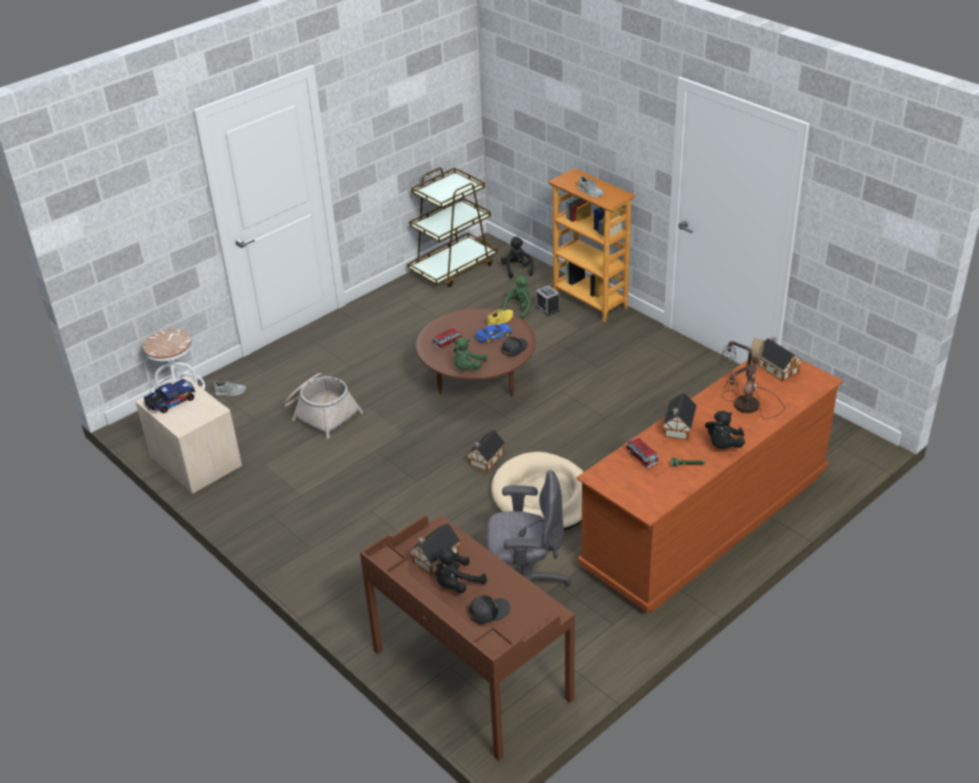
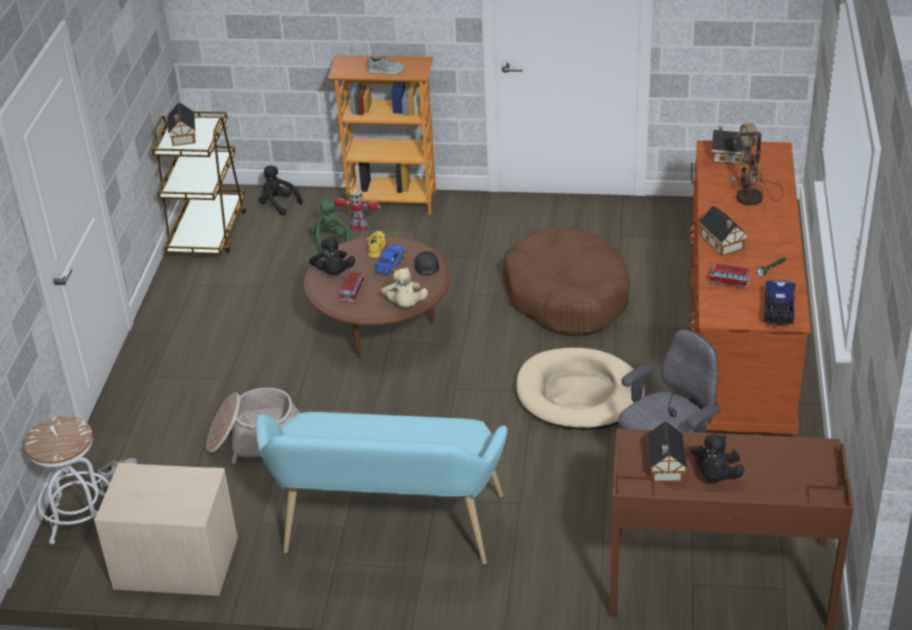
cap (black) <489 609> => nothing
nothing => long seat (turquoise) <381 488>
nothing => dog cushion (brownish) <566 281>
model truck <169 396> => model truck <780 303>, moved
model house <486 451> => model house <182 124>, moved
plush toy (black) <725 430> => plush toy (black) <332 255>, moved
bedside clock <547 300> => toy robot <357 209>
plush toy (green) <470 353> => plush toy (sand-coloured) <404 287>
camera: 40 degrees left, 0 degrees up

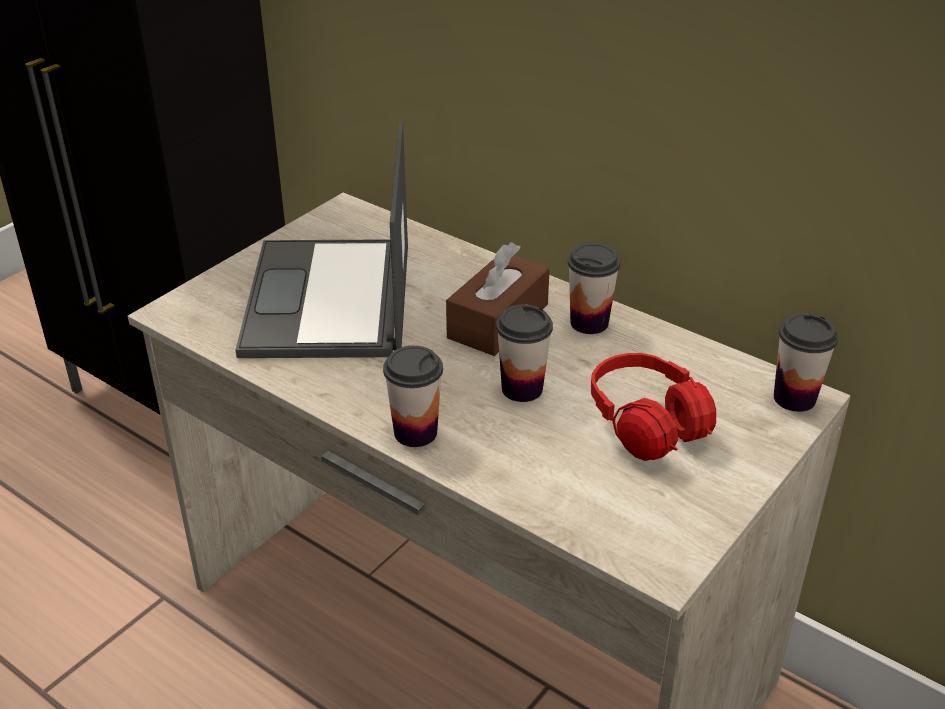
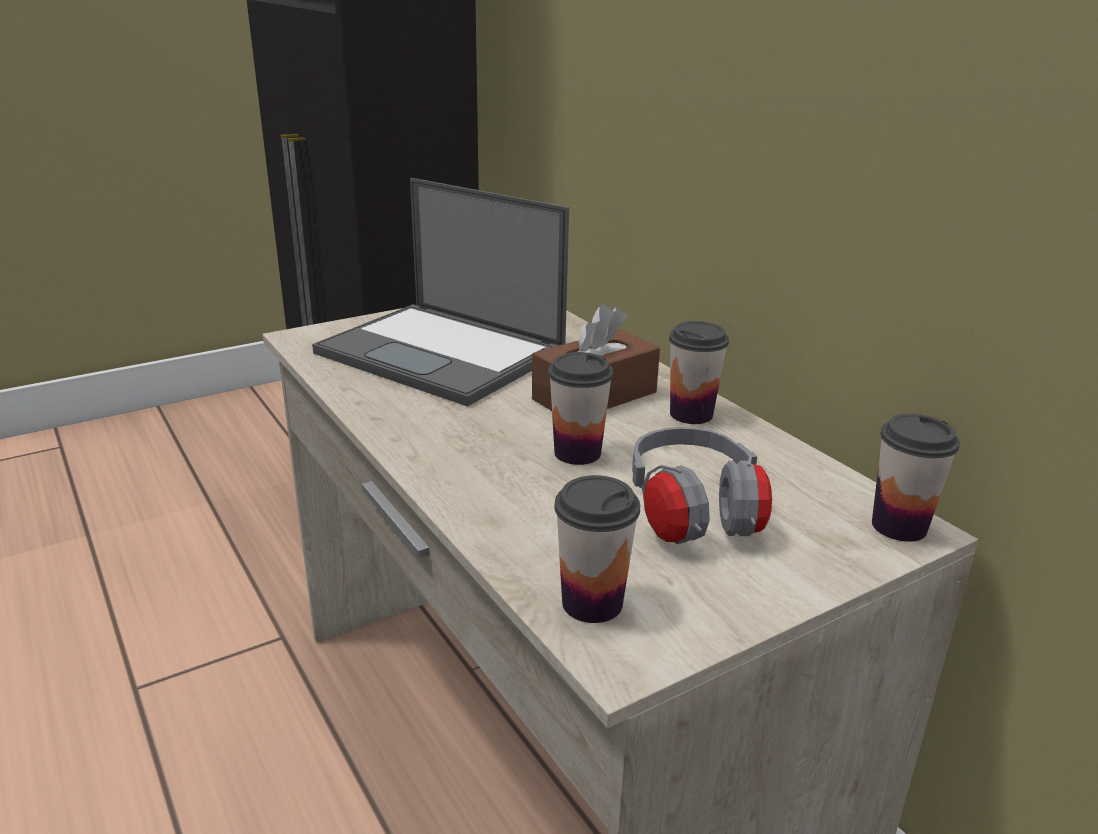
small cup <413 396> => small cup <597 549>, moved
pair of headphones (red-coloured) <653 407> => pair of headphones (gray) <702 485>
portable computer <321 240> => portable computer <440 292>, 75 degrees counterclockwise
camera: 20 degrees right, 10 degrees down

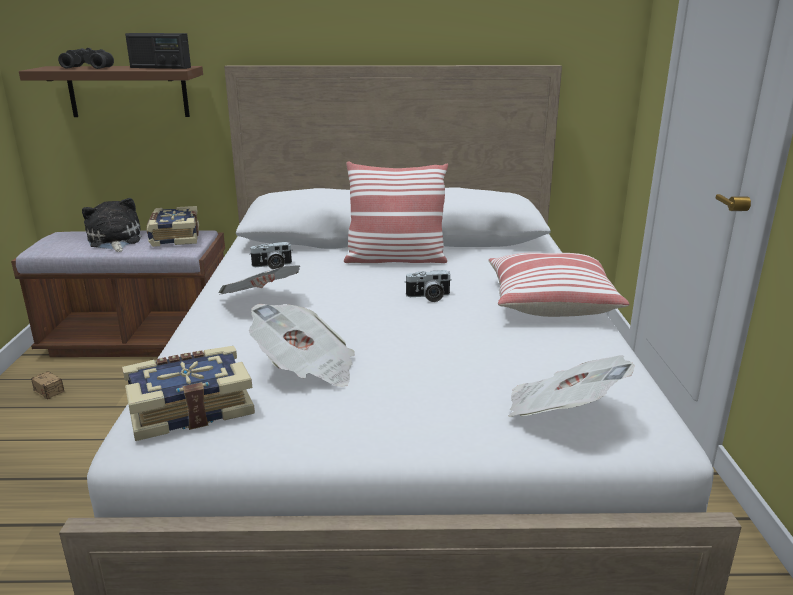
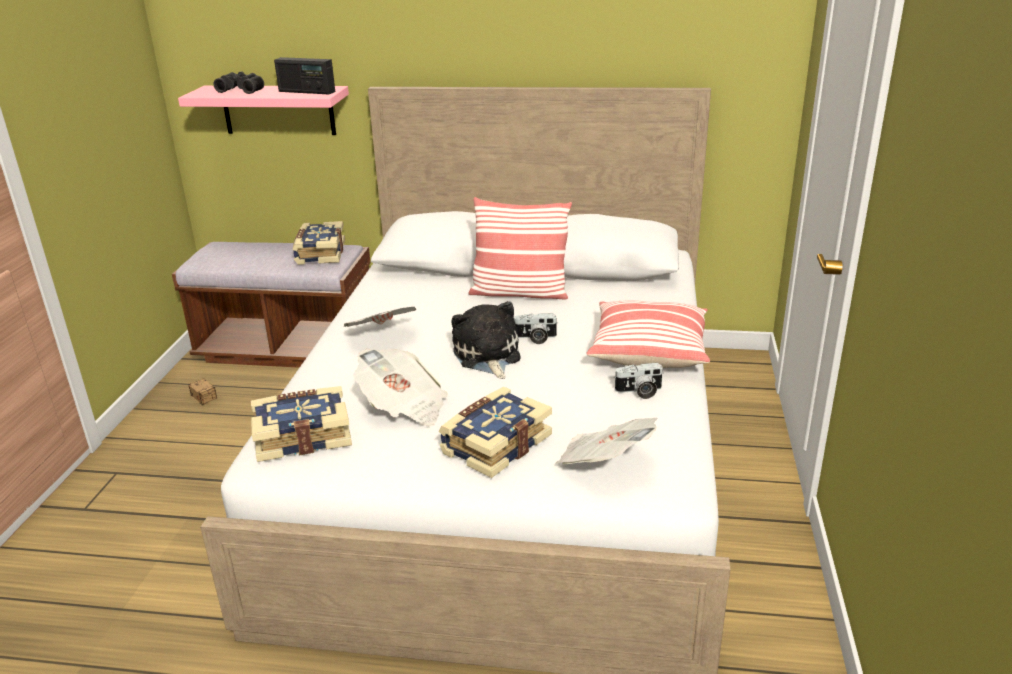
nothing => book <495 432>
plush toy <111 225> => plush toy <485 340>, moved
photo camera <271 255> => photo camera <639 381>, moved
bracket shelf (brownish) <111 91> => bracket shelf (pinkish) <263 110>
camera: 10 degrees right, 5 degrees up

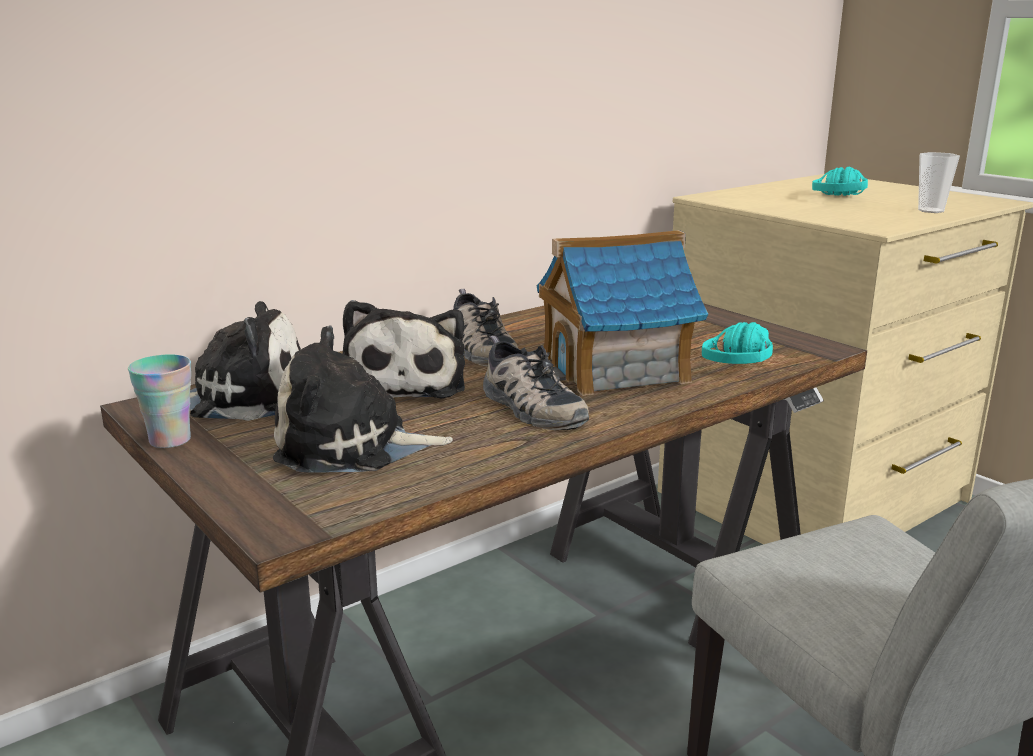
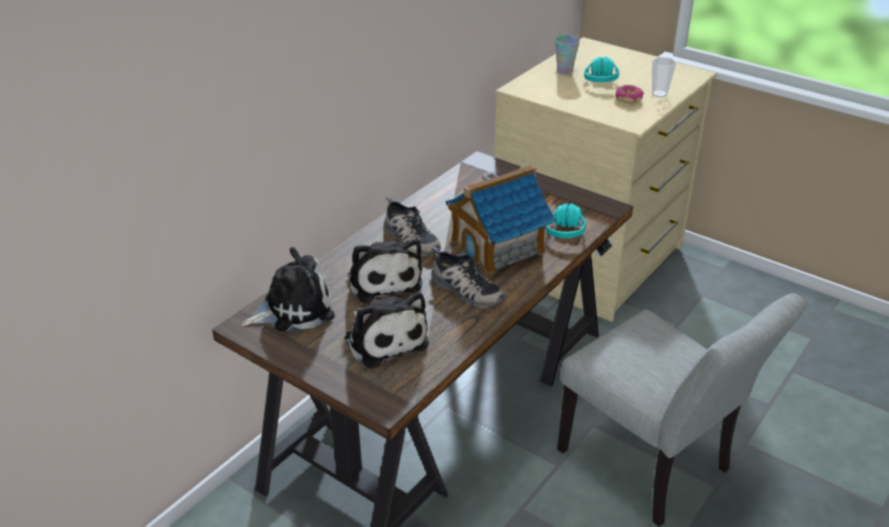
nothing => ring doughnut <630 94>
small cup <159 401> => small cup <567 55>, moved
plush toy <363 399> => plush toy <387 330>, 105 degrees counterclockwise
camera: 15 degrees left, 15 degrees up

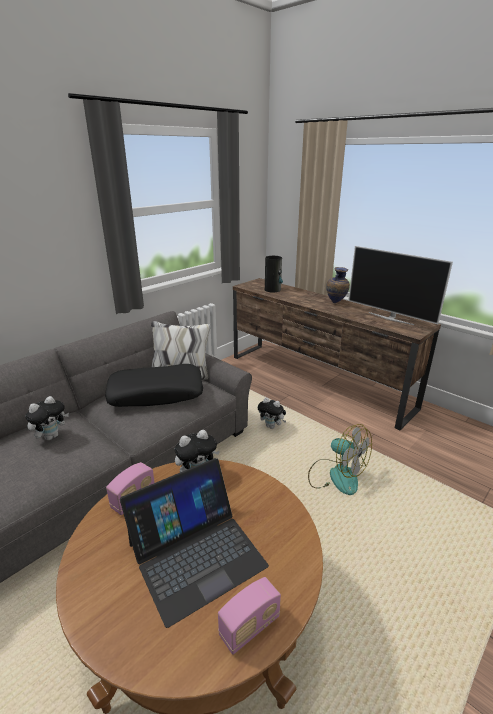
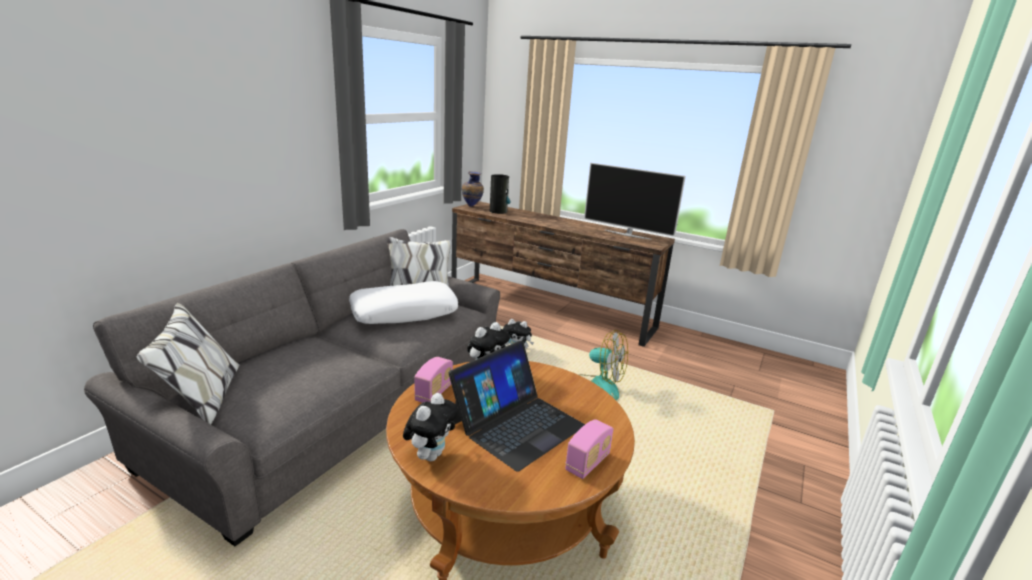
plush toy <47 418> => plush toy <430 427>, moved
vase <338 285> => vase <473 189>, moved
pillow (black) <154 385> => pillow (white) <403 302>
camera: 15 degrees left, 5 degrees down

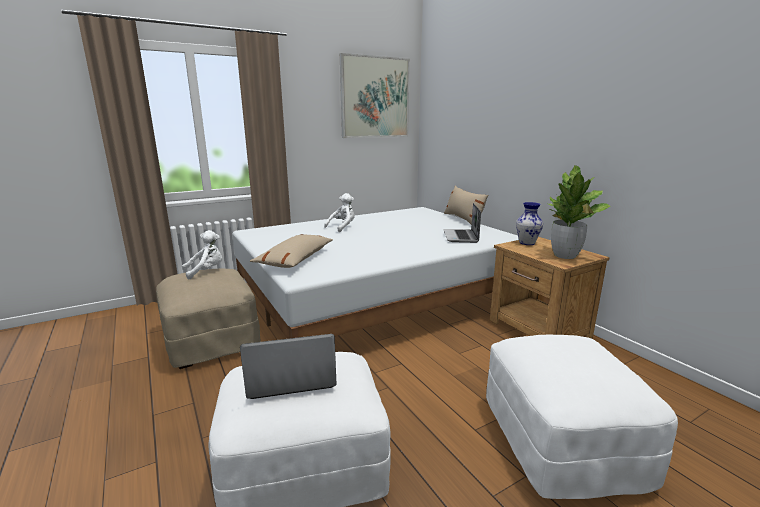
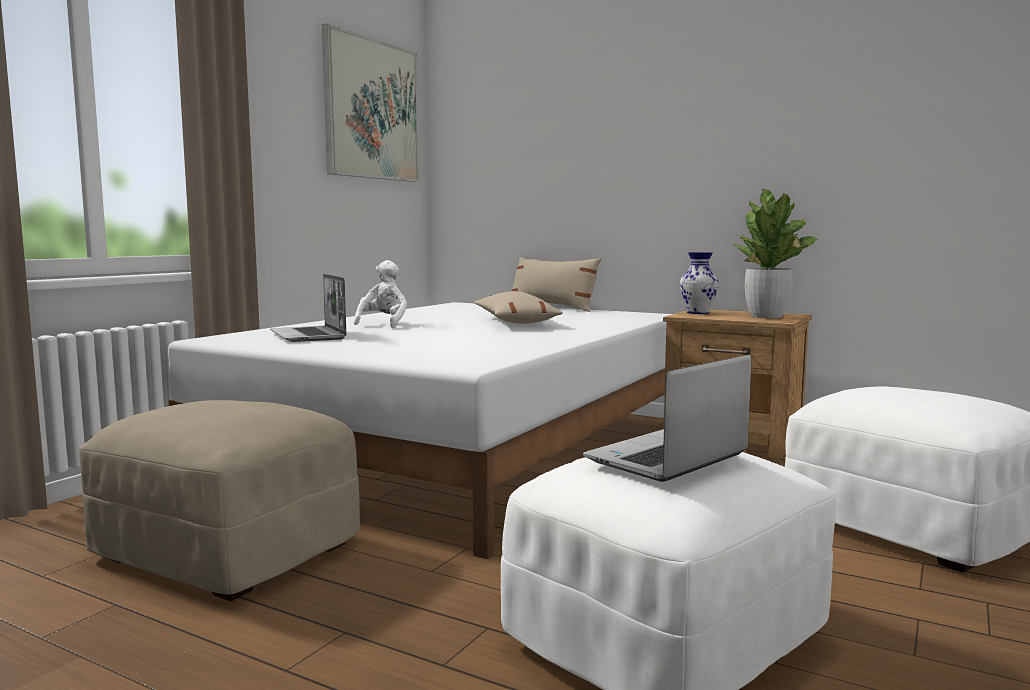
plush toy (white) <202 254> => nothing
pillow (sand-coloured) <291 251> => pillow (sand-coloured) <518 307>, moved
portable computer <462 223> => portable computer <308 308>, moved
camera: 30 degrees left, 10 degrees down

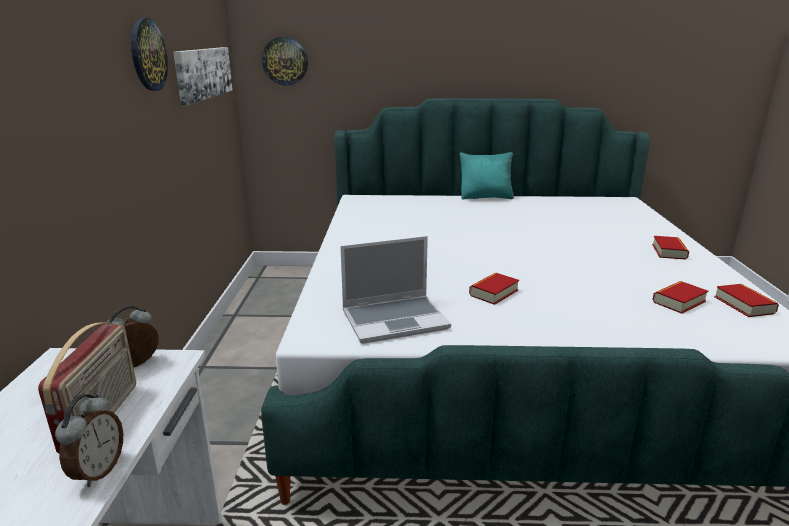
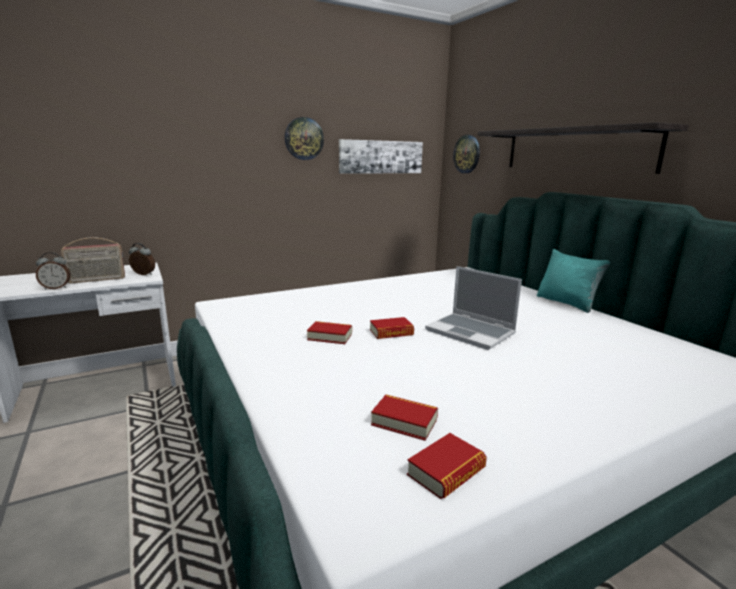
nothing => bracket shelf <583 148>
portable computer <395 290> => portable computer <473 308>, moved
book <670 248> => book <392 328>, moved
camera: 60 degrees right, 5 degrees down

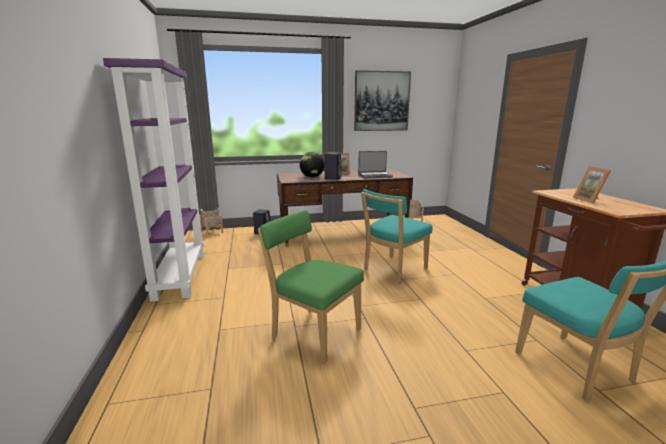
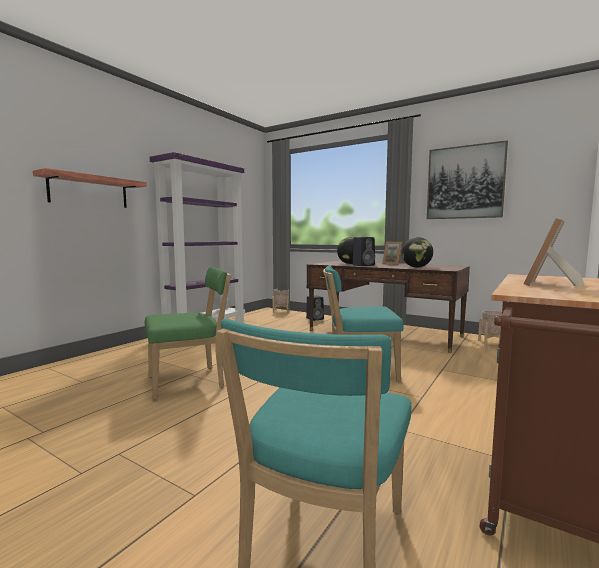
nothing => bracket shelf <90 188>
portable computer <375 164> => globe <417 252>
upright chair (green) <311 286> => upright chair (green) <188 333>, 75 degrees clockwise
camera: 45 degrees right, 10 degrees down

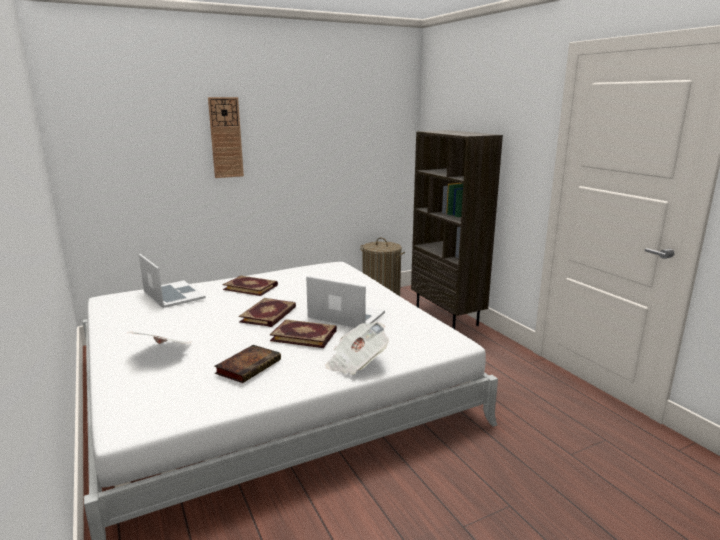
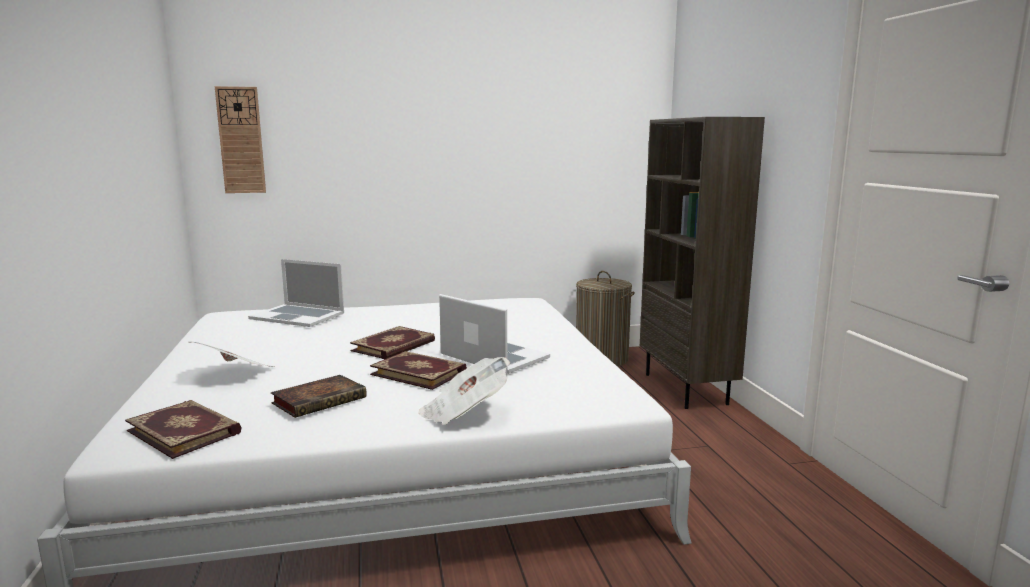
hanging clock <226 137> => hanging clock <240 139>, moved
book <250 285> => book <183 429>, moved
portable computer <172 281> => portable computer <296 293>, 135 degrees clockwise
camera: 15 degrees right, 5 degrees down

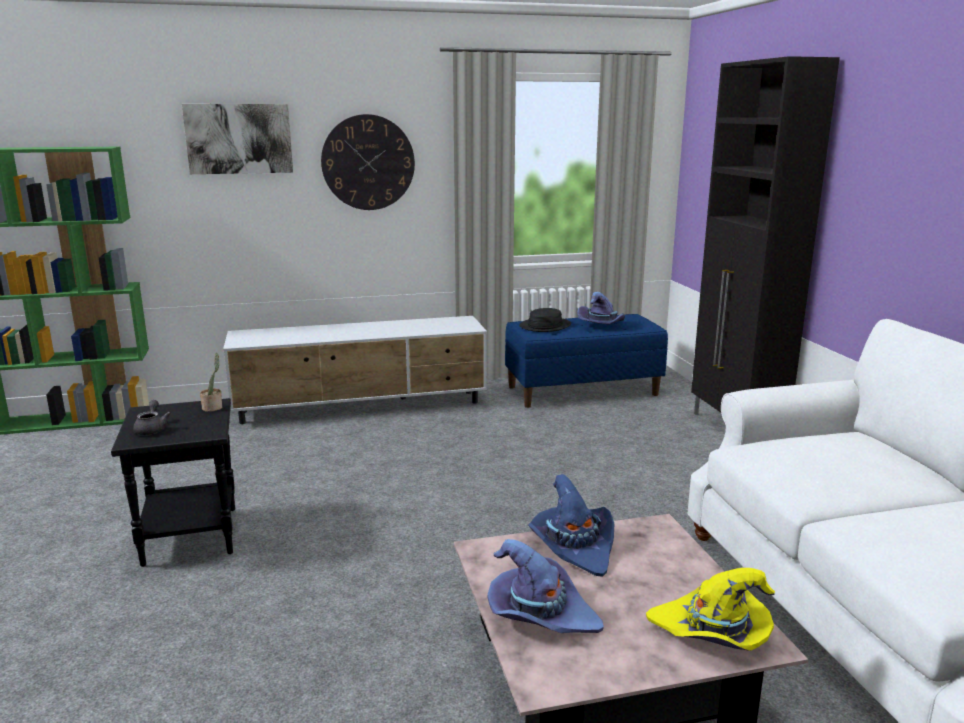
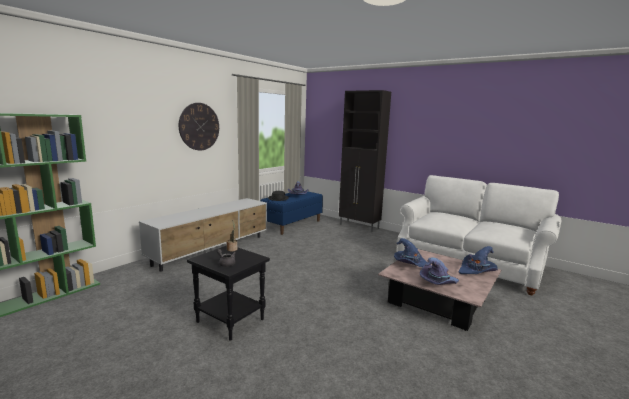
picture <237 139> => nothing
clothing hat (yellow) <710 609> => clothing hat (bluish) <478 260>
camera: 40 degrees left, 5 degrees down

